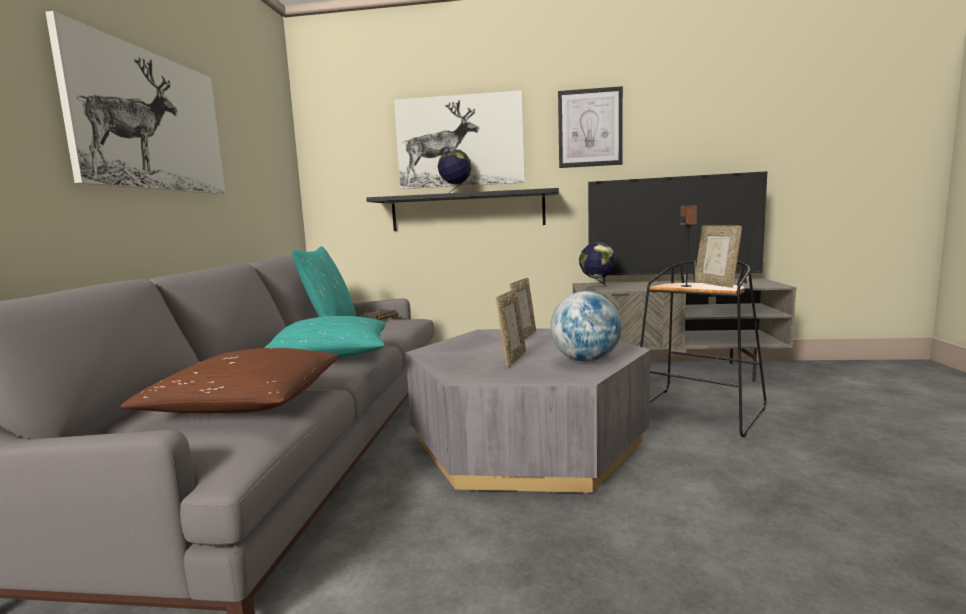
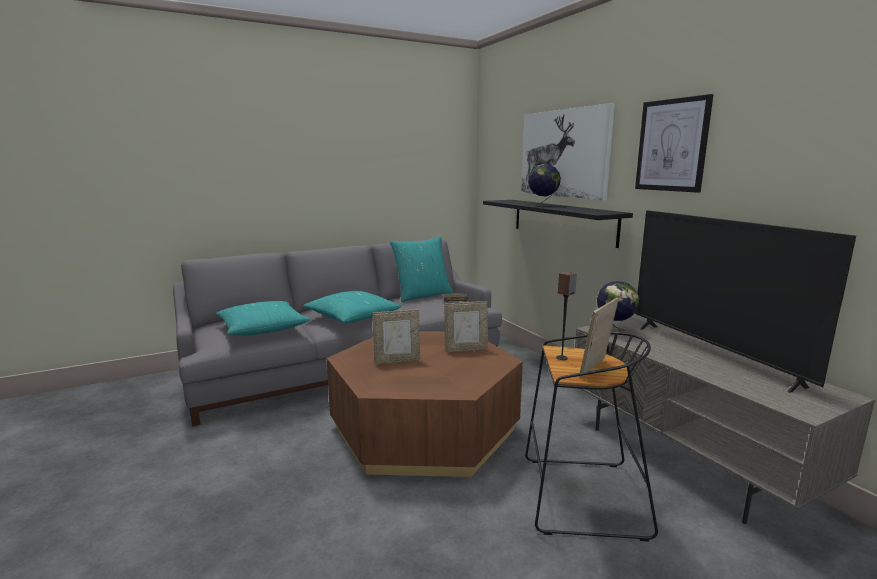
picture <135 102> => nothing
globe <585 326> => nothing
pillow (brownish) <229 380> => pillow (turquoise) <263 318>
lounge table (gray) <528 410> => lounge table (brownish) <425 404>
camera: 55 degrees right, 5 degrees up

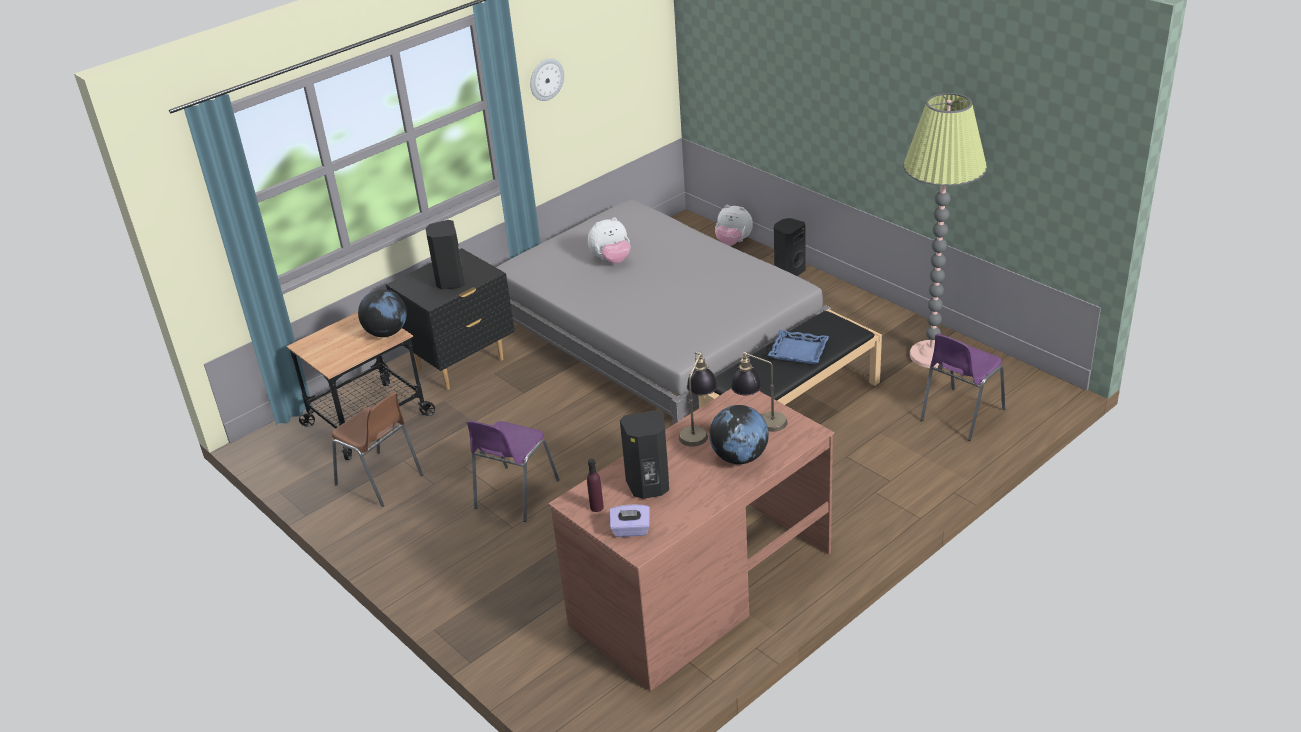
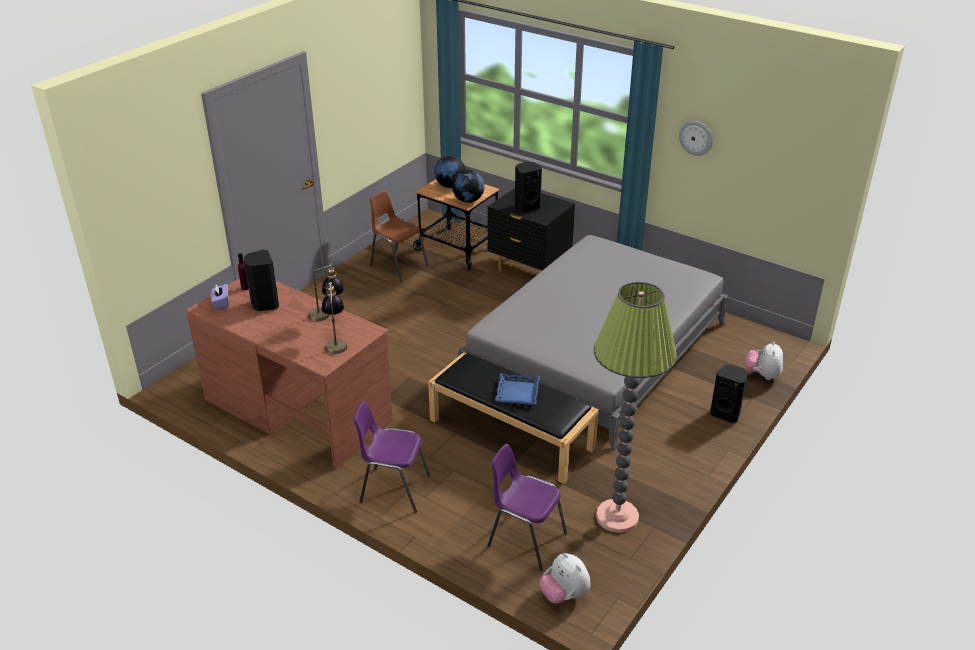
upright chair (purple) <513 471> => upright chair (purple) <391 457>, moved
plush toy <609 240> => plush toy <565 578>, moved
globe <739 434> => globe <450 172>, moved
upright chair (brownish) <377 449> => upright chair (brownish) <399 236>, 105 degrees clockwise
camera: 75 degrees right, 0 degrees up

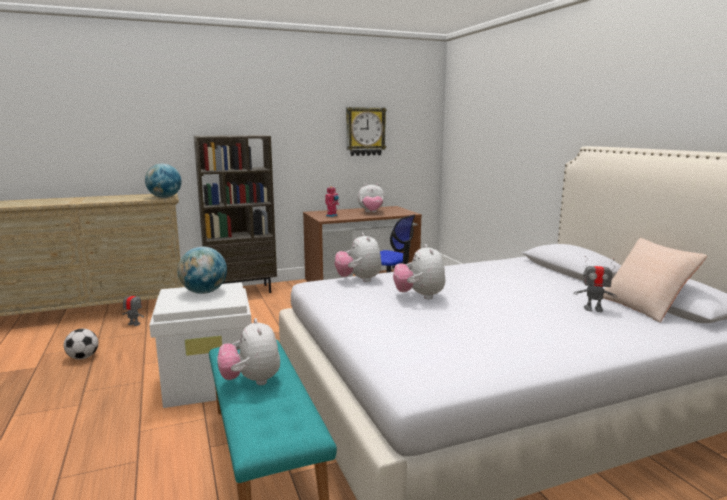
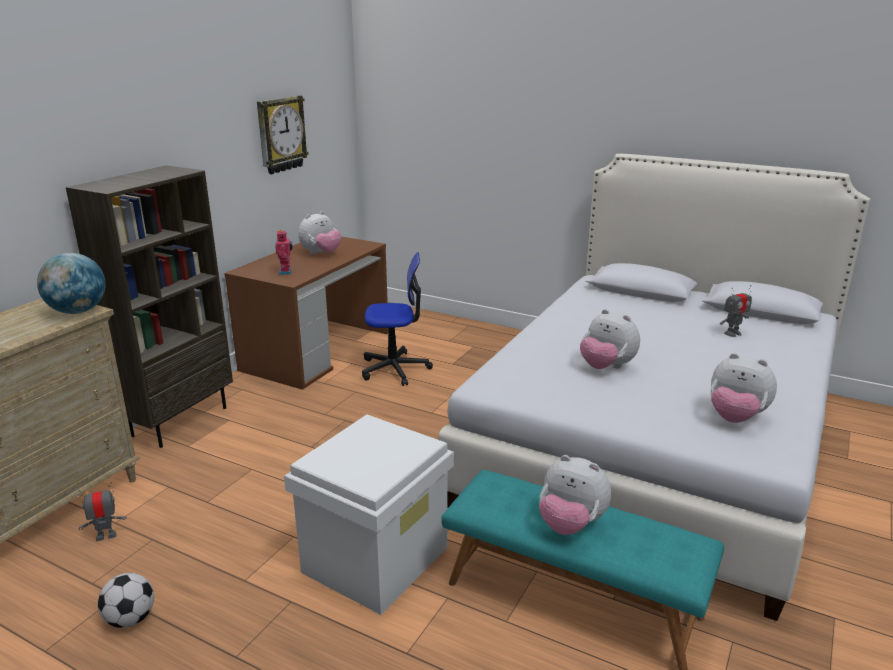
globe <202 270> => nothing
pillow (sand-coloured) <655 280> => nothing
plush toy <358 257> => plush toy <743 388>, moved
camera: 40 degrees left, 10 degrees up

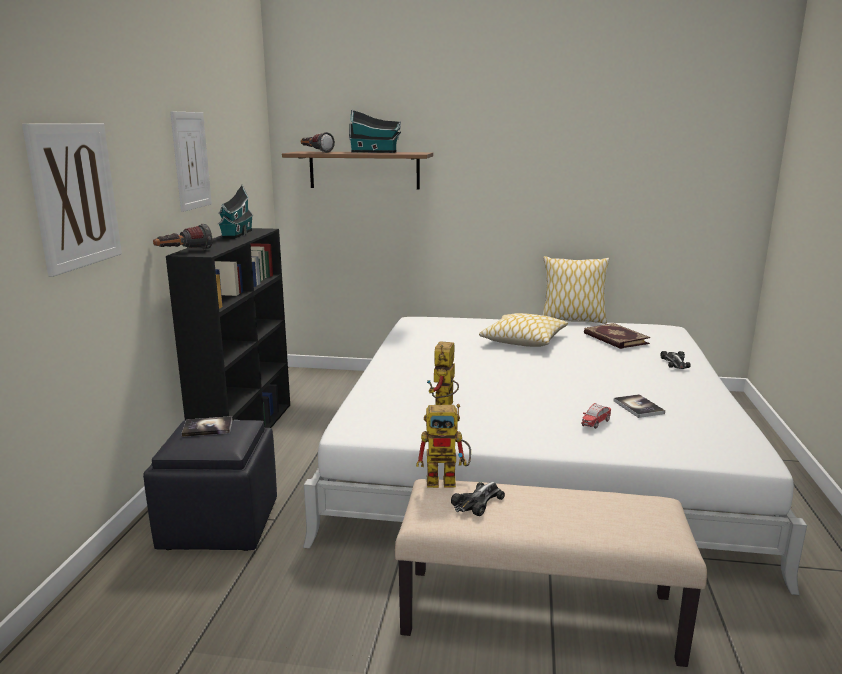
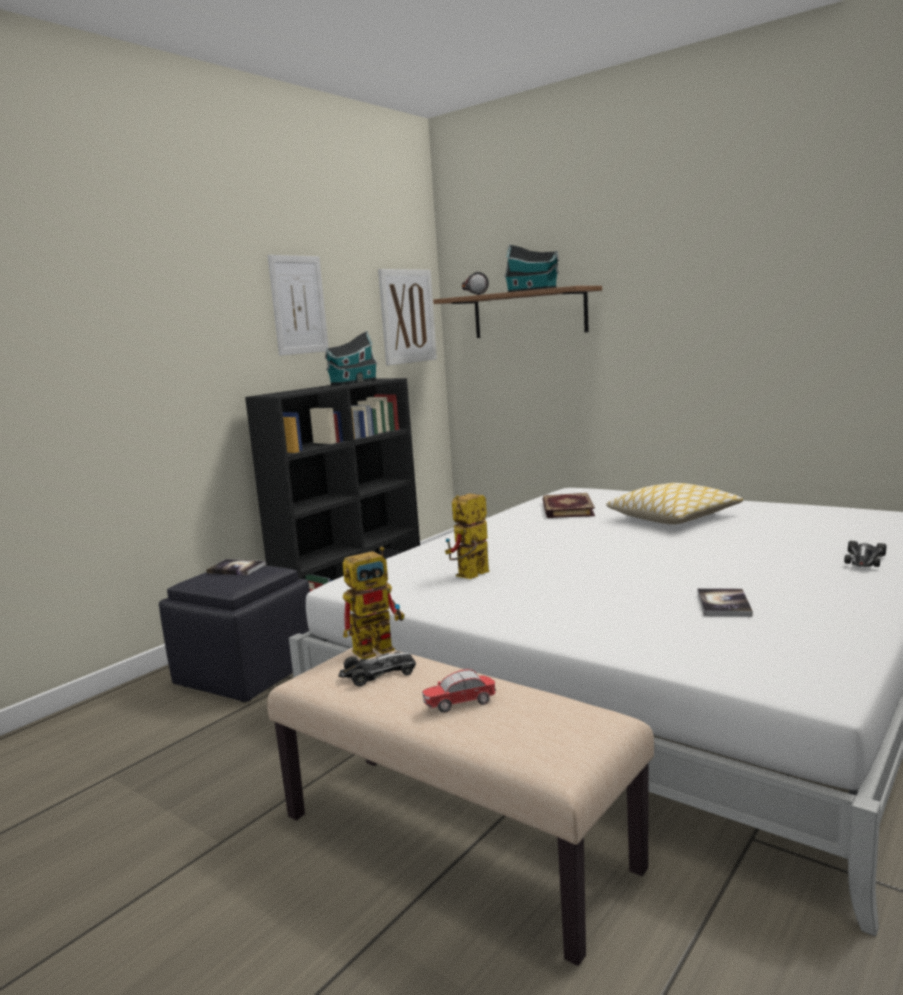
torch <182 237> => nothing
pillow <575 290> => nothing
picture <72 200> => picture <407 317>, moved
toy car <596 416> => toy car <459 691>, moved
book <617 336> => book <569 505>, moved
toy robot <443 446> => toy robot <373 603>, 60 degrees counterclockwise
camera: 30 degrees right, 5 degrees down

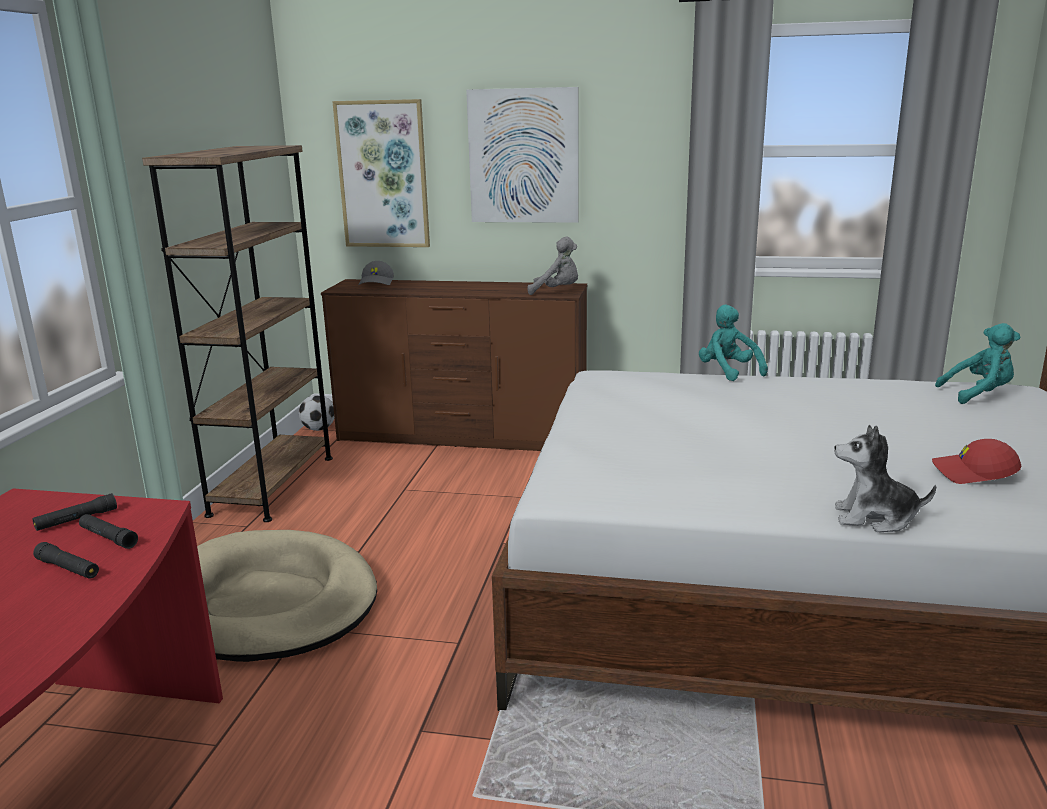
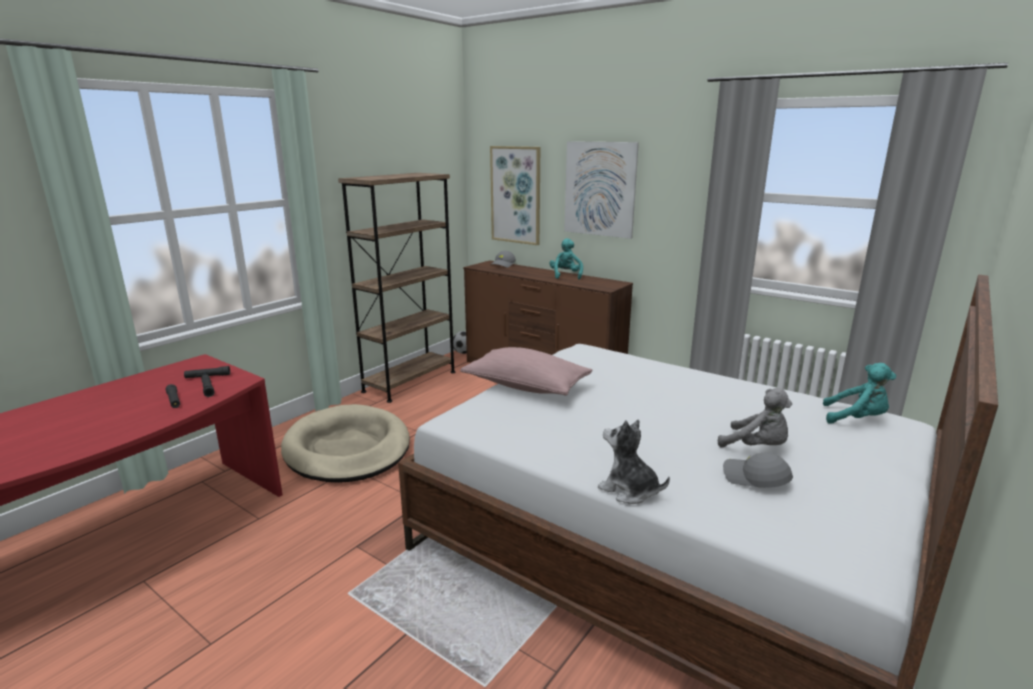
nothing => pillow (pinkish) <526 371>
plush toy (gray) <553 266> => plush toy (gray) <755 417>, moved
plush toy (turquoise) <733 343> => plush toy (turquoise) <566 259>, moved
cap (red-coloured) <977 461> => cap (gray) <758 470>
camera: 25 degrees right, 0 degrees up

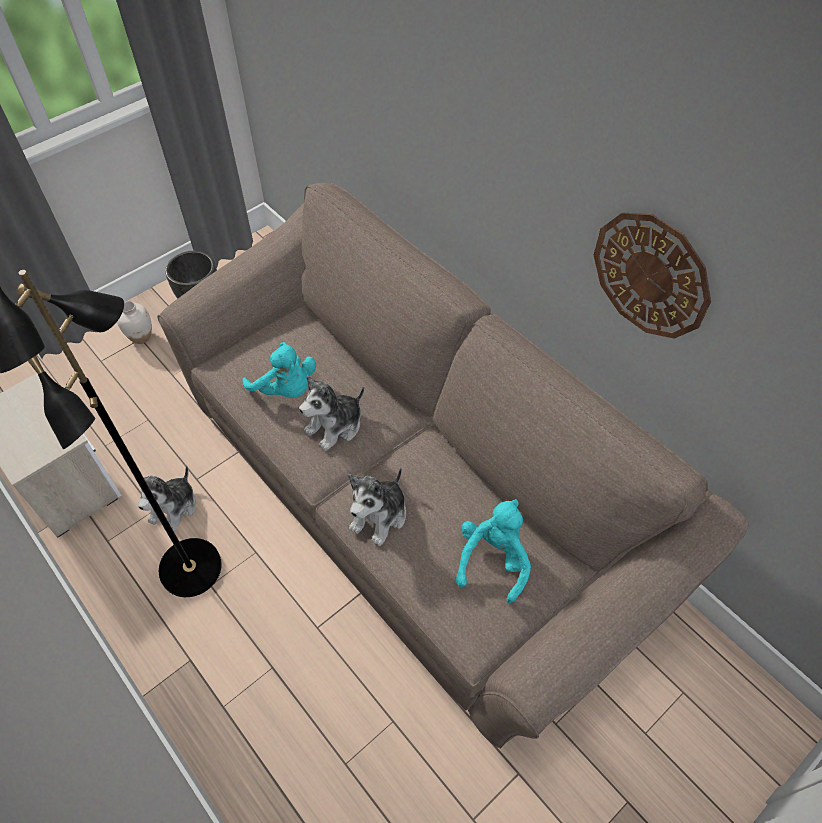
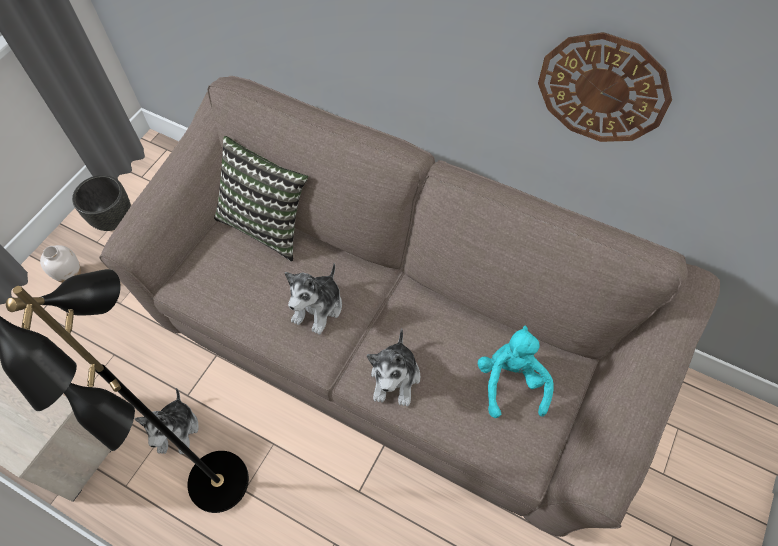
plush toy (turquoise) <279 370> => nothing
nothing => pillow <261 199>
camera: 20 degrees left, 5 degrees up

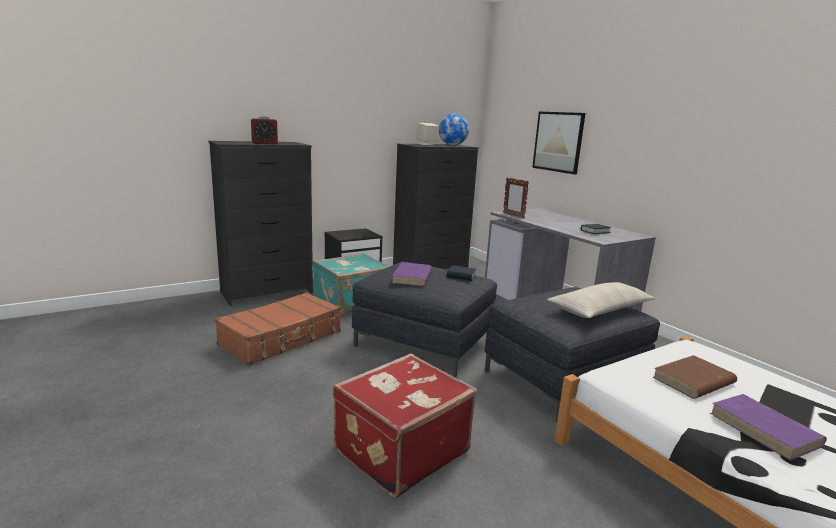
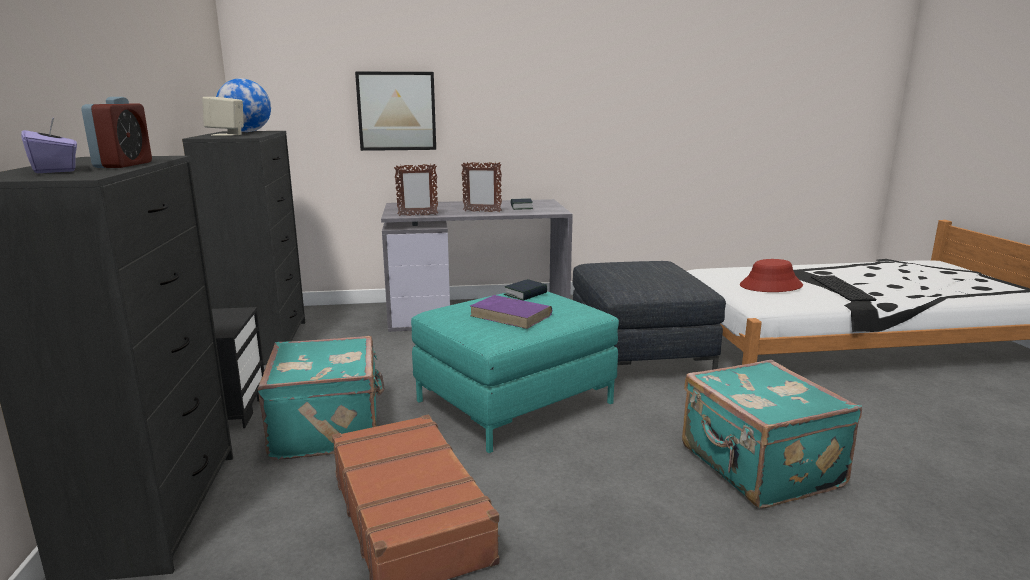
pillow (sand-coloured) <601 300> => nothing
nothing => tissue box (purple) <49 145>
nothing => standing frame <481 187>
book (brownish) <695 377> => clothing hat (red-coloured) <771 275>
book (purple) <768 427> => keyboard <843 288>
suitcase (red-coloured) <405 425> => suitcase (turquoise) <772 434>
ottoman (gray) <424 319> => ottoman (turquoise) <515 372>
camera: 65 degrees left, 0 degrees up

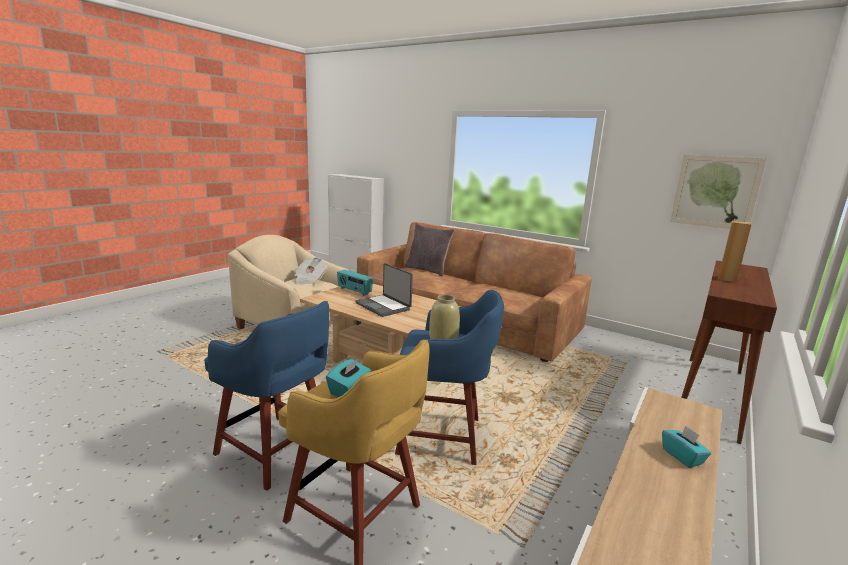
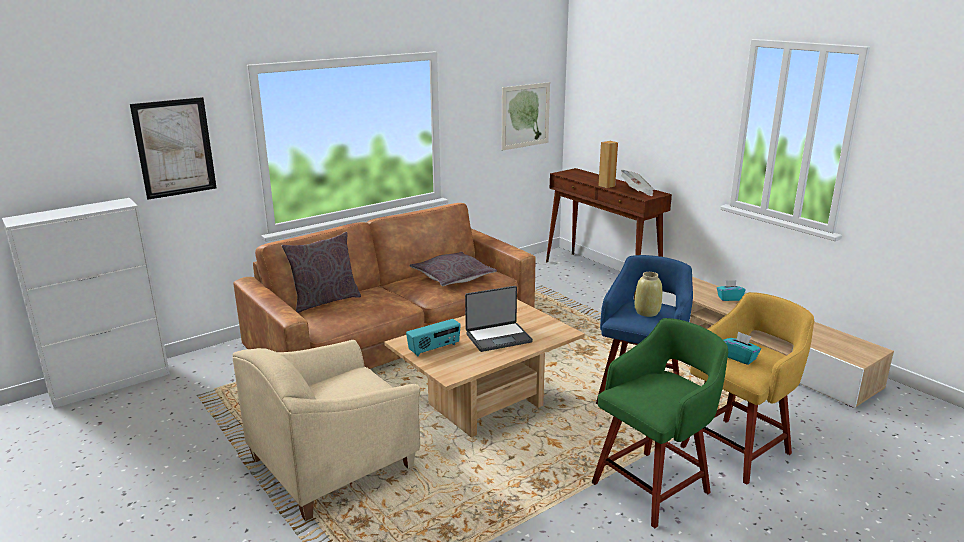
nothing => picture <173 148>
nothing => pillow (gray) <453 269>
printed paper <311 271> => printed paper <637 183>, moved
stool seat (bluish) <266 396> => stool seat (green) <660 423>
camera: 70 degrees left, 5 degrees up

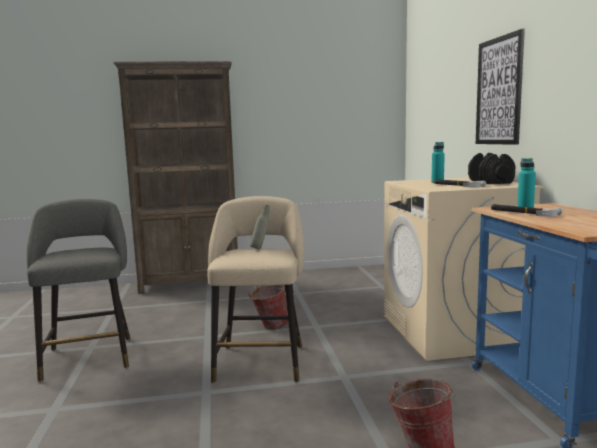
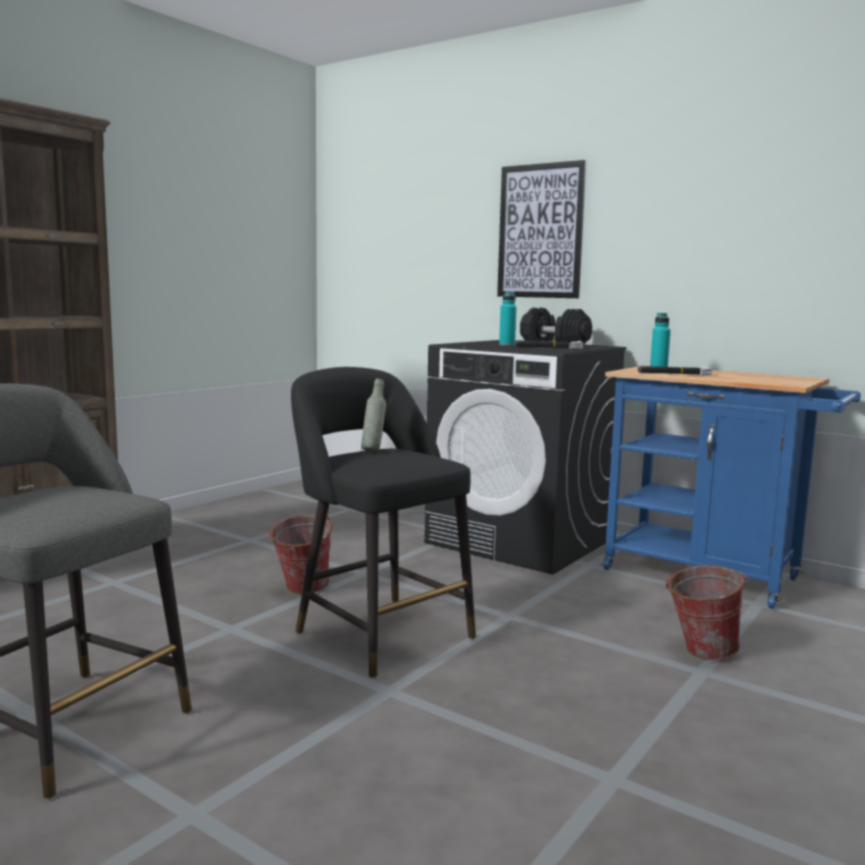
stool seat (sand-coloured) <255 289> => stool seat (black) <383 522>
laundry appliance (sand-coloured) <464 269> => laundry appliance (black) <525 457>
camera: 45 degrees left, 0 degrees up

